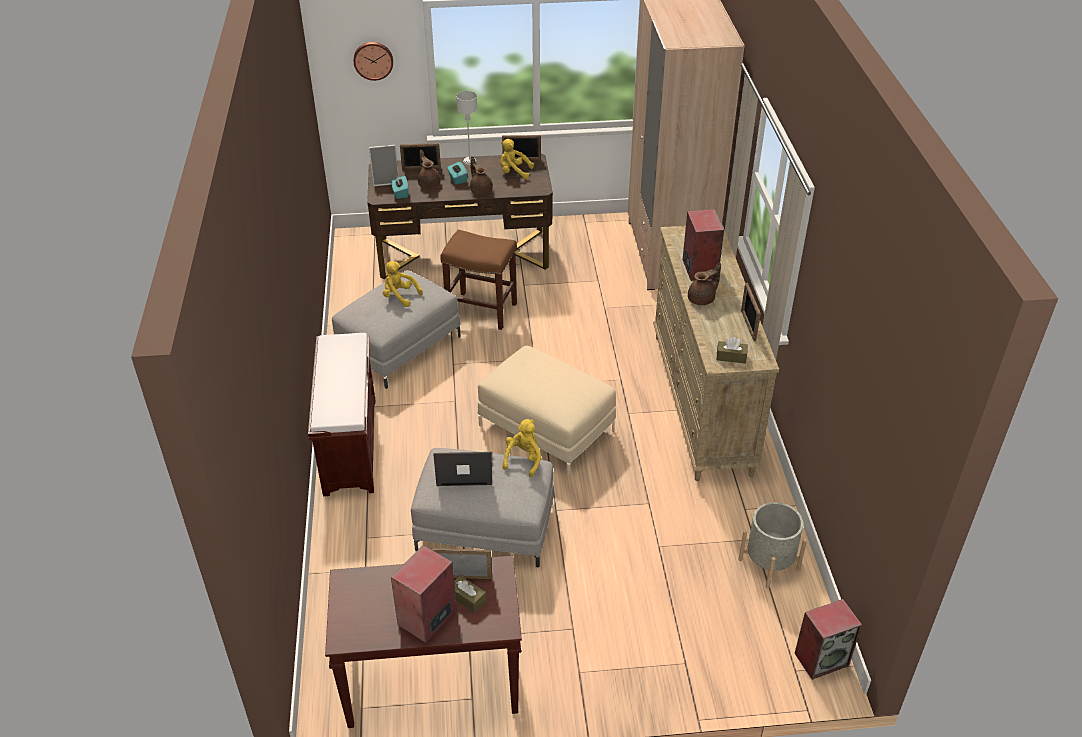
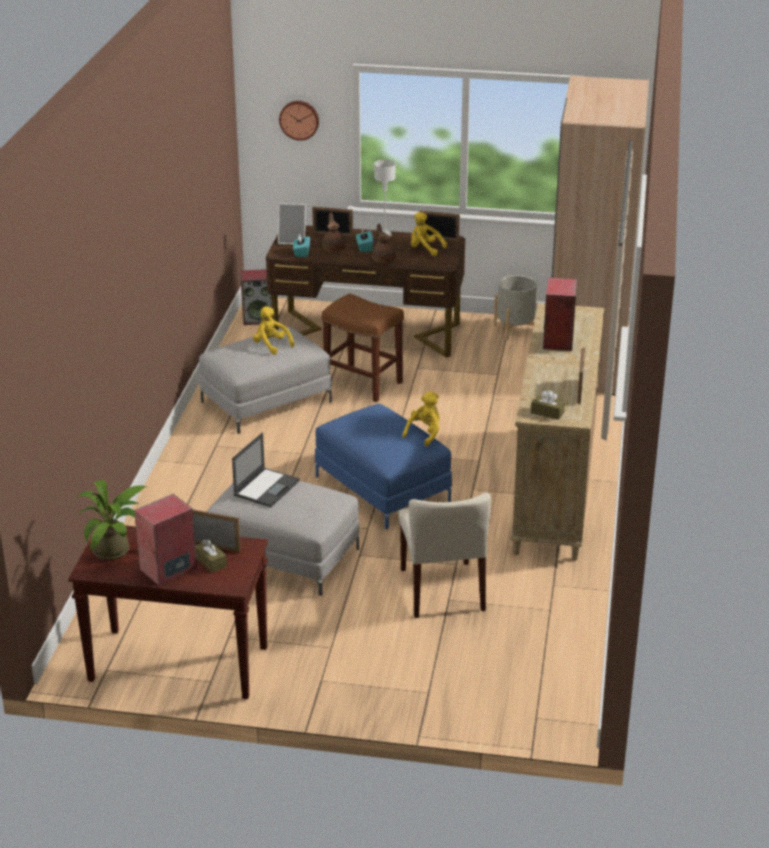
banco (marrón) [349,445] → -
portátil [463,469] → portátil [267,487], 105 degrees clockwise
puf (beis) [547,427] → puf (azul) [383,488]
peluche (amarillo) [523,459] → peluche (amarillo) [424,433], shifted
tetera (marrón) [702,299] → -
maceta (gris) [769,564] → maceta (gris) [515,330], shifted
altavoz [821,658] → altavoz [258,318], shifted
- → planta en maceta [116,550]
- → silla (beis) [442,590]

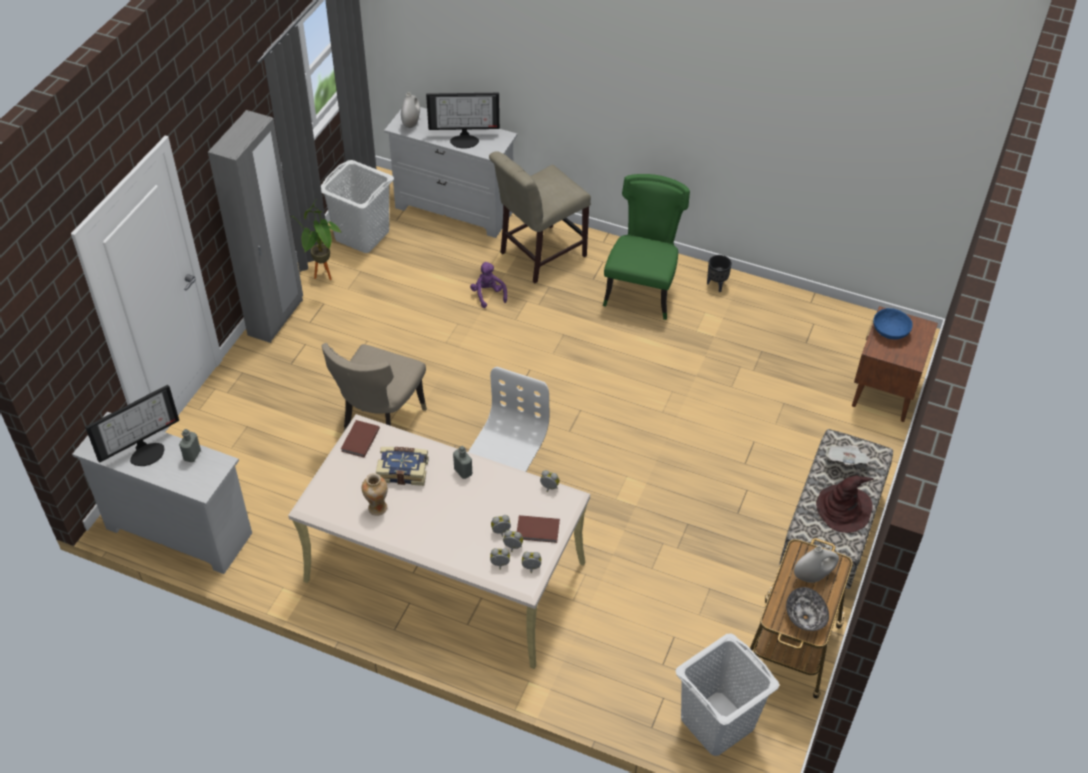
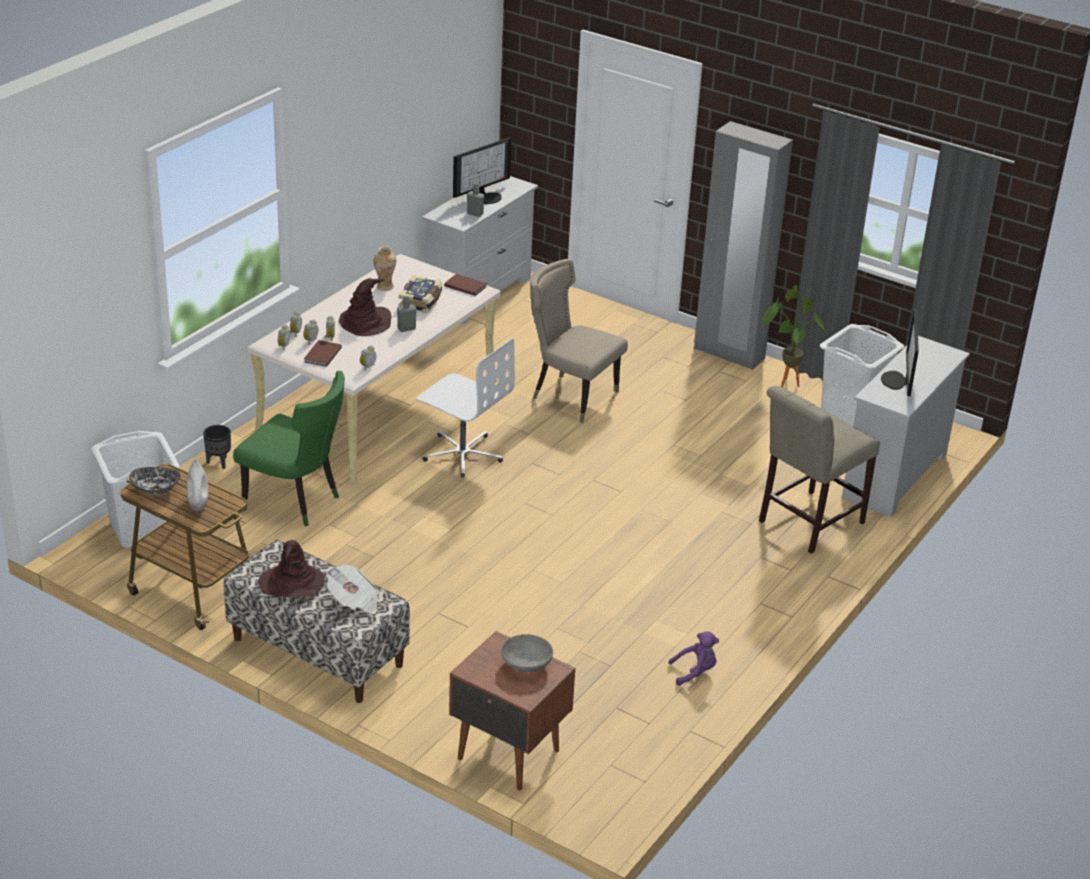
monitor [146,451] → monitor [487,197], 105 degrees counterclockwise
florero (blanco) [411,123] → -
peluche (morado) [488,295] → peluche (morado) [695,672], shifted
silla (beis) [538,255] → silla (beis) [806,523], 105 degrees counterclockwise
silla (verde) [642,291] → silla (verde) [296,502], shifted
maceta (negro) [716,285] → maceta (negro) [218,462], shifted
cuenco (azul) [890,331] → cuenco (gris) [526,664]
- → sombrero (marrón) [365,322]

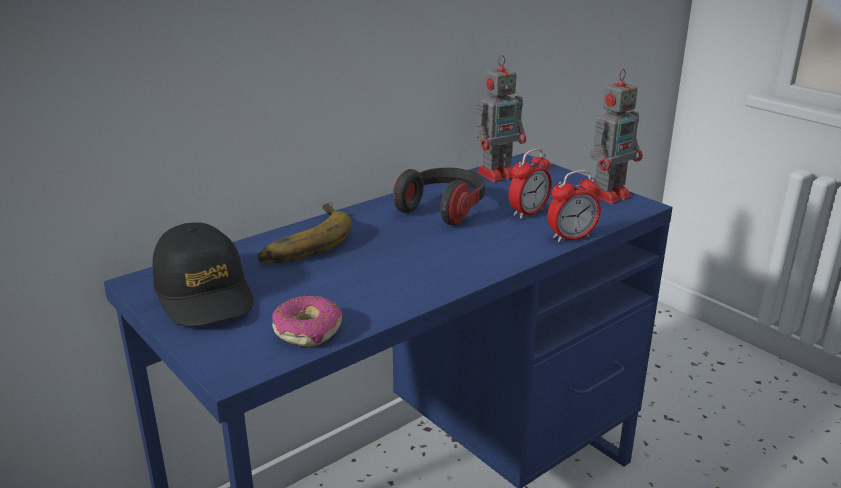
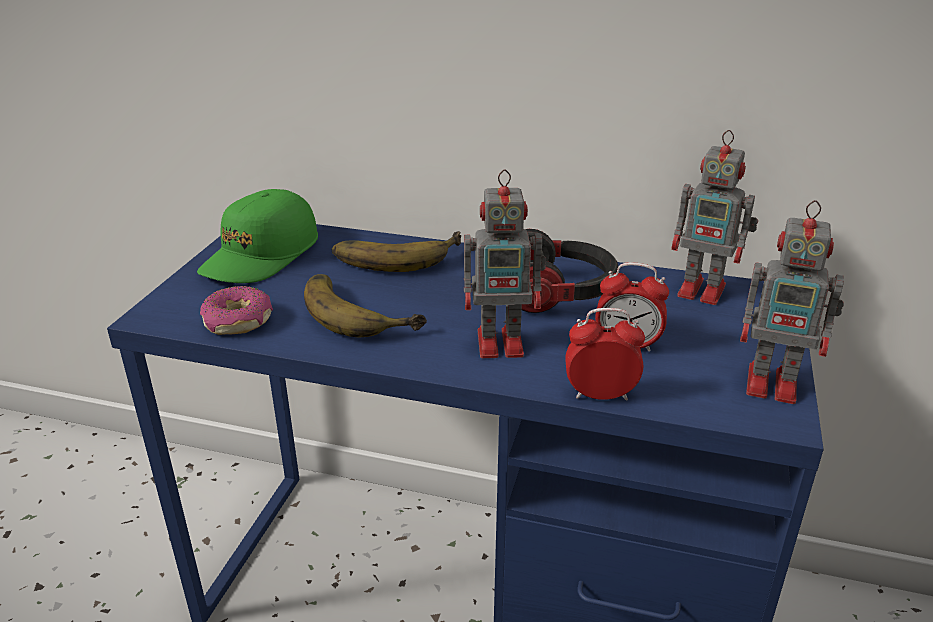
gorra (negro) [204,293] → gorra (verde) [261,255]
despertador [571,237] → despertador [600,395], 150 degrees clockwise
- → plátano [362,310]
- → robot de juguete [503,343]

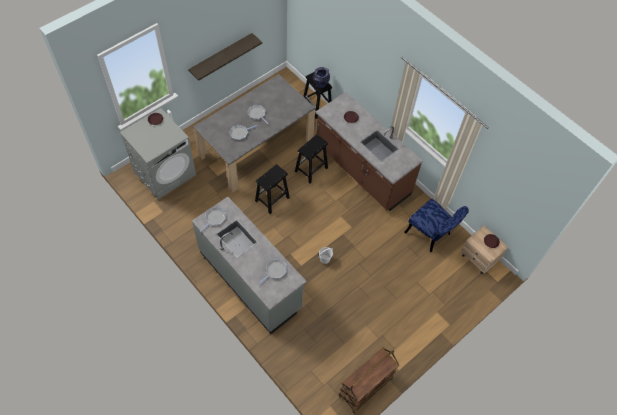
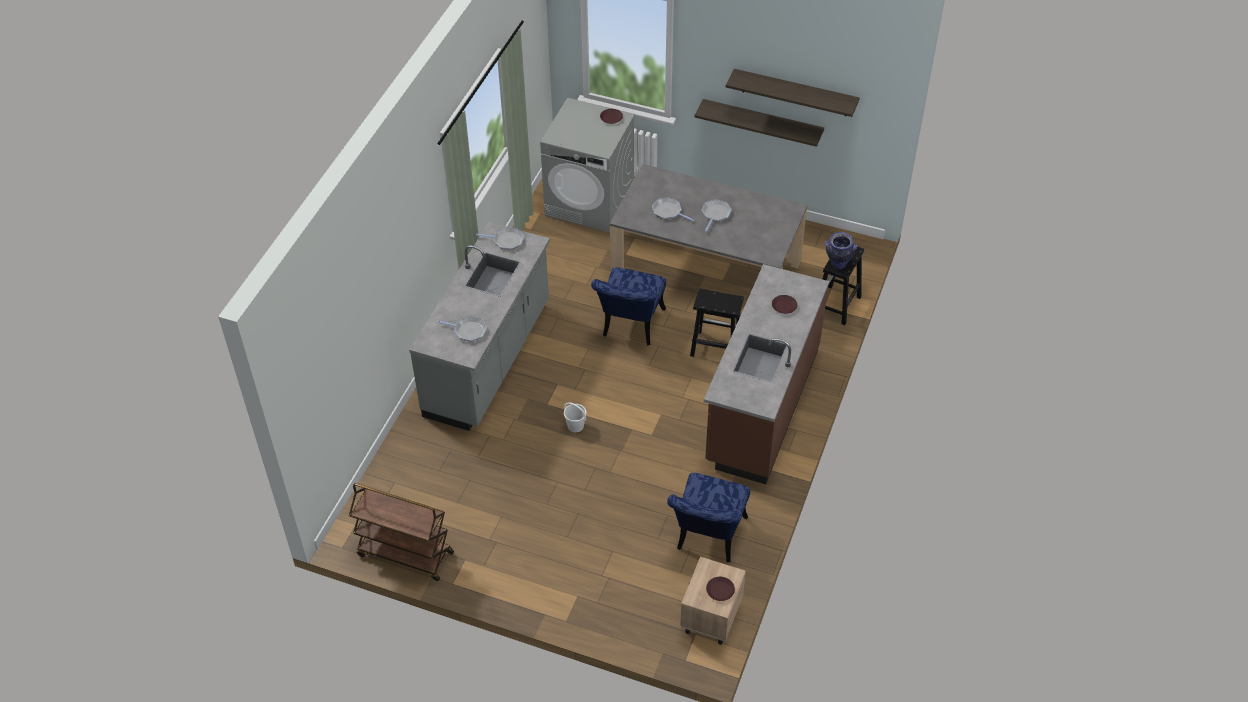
taburete (negro) [272,200] → silla (azul) [630,327]
- → estante [795,93]

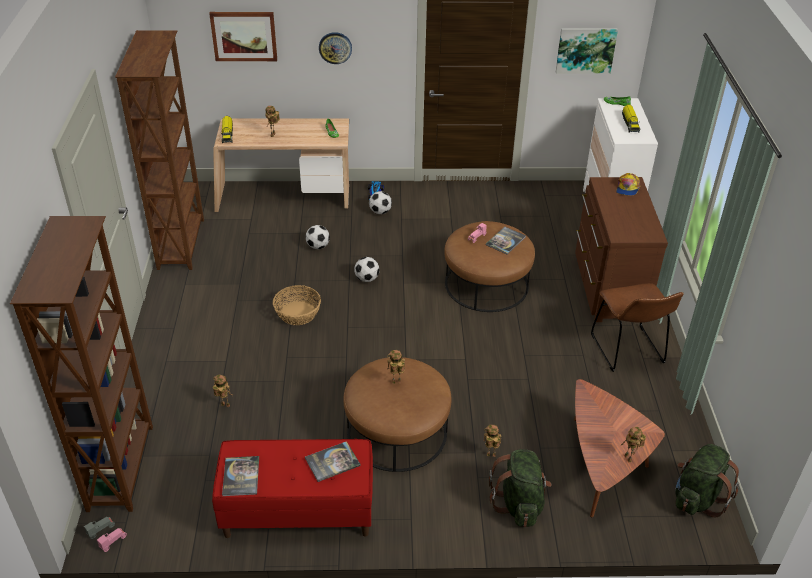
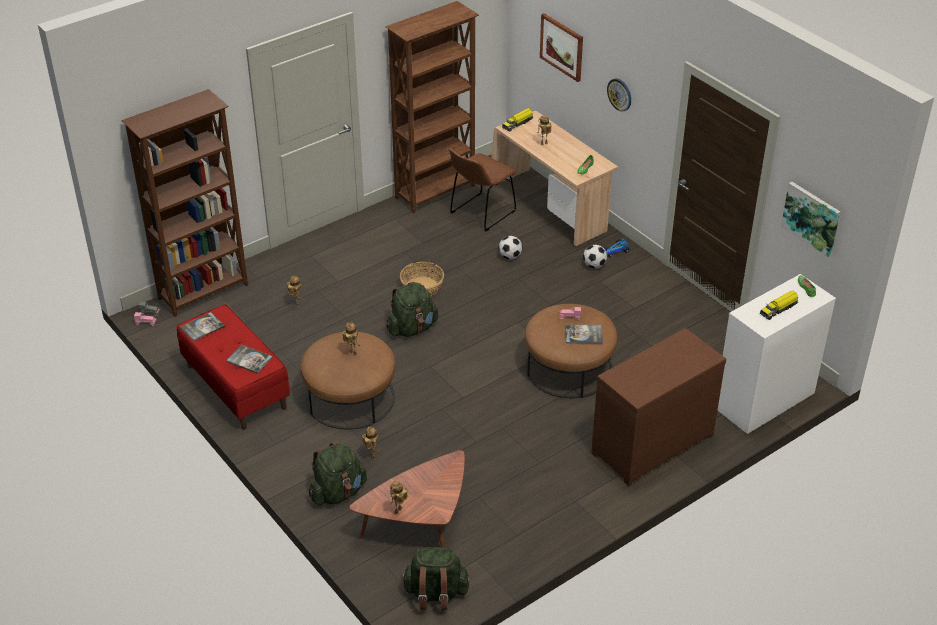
balón de fútbol [367,279] → -
silla (marrón) [628,351] → silla (marrón) [480,214], shifted
gorra [627,188] → -
- → mochila (verde) [412,328]

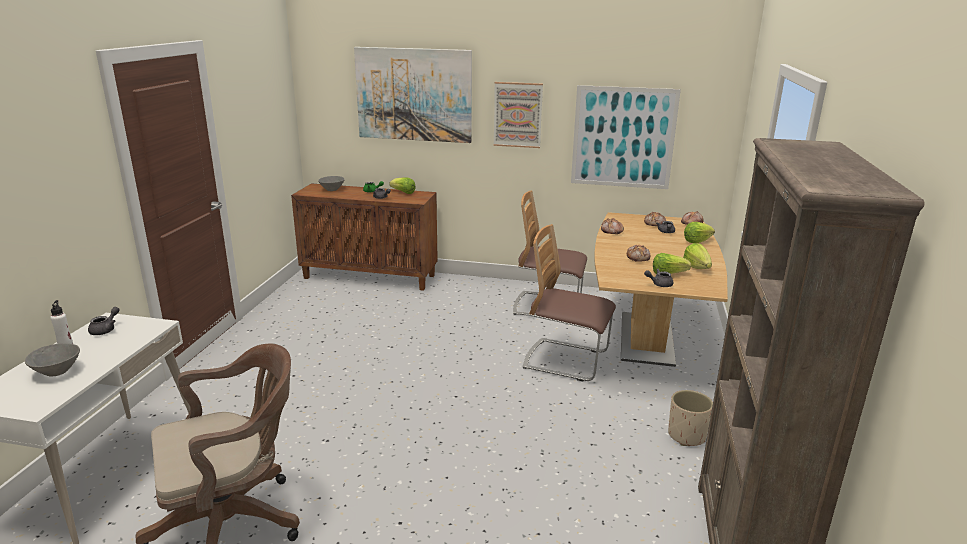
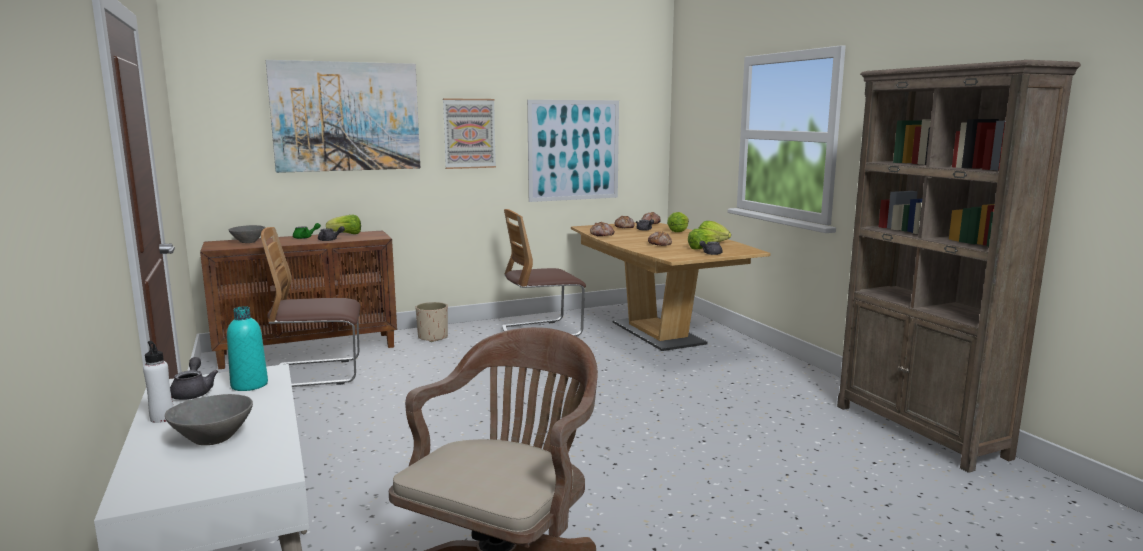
silla [566,361] → silla [317,374], shifted
maceta (beis) [687,436] → maceta (beis) [433,337], shifted
- → botella (turquesa) [249,385]

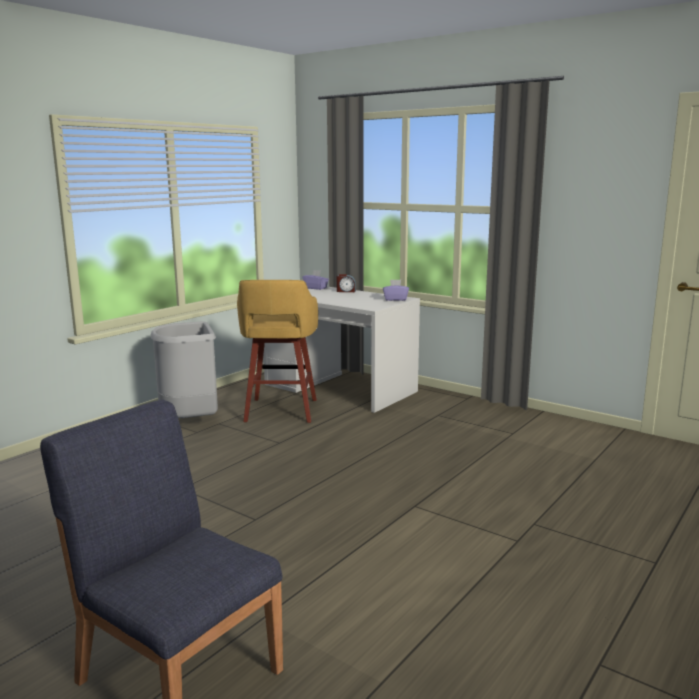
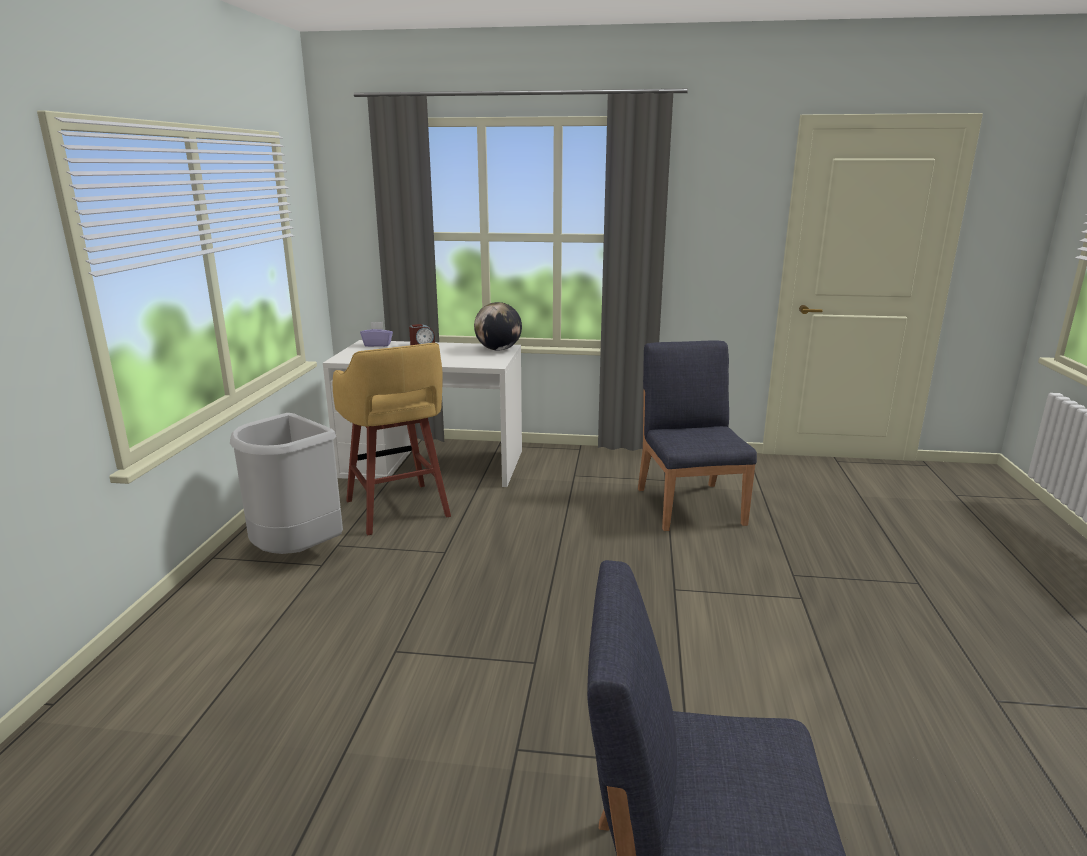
caja de pañuelos (morado) [395,299] → globo terráqueo [498,349]
- → silla (azul) [690,505]

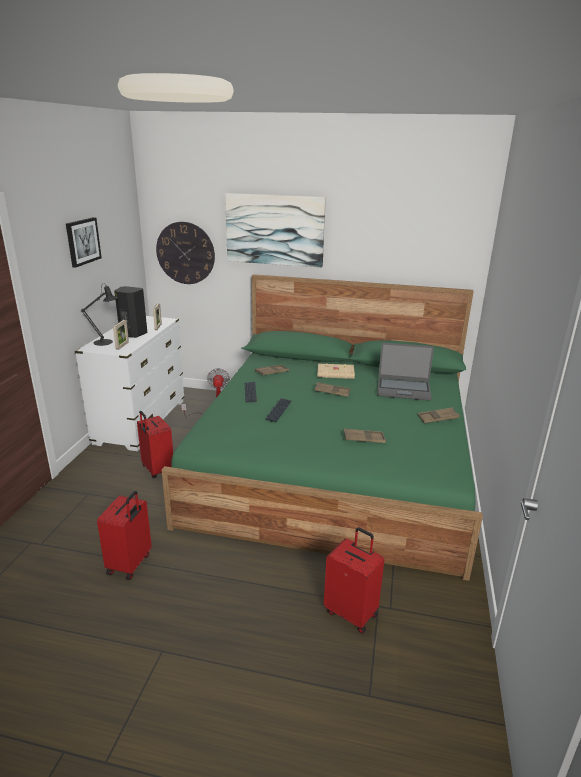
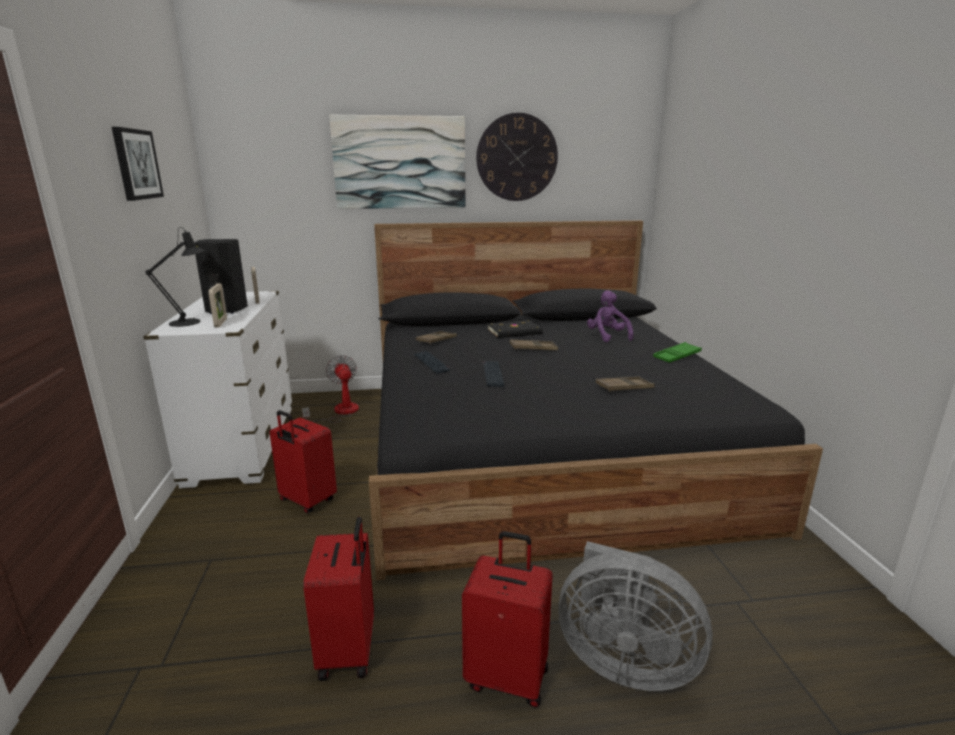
reloj de pared [185,253] → reloj de pared [517,157], shifted
cama (verde) [334,464] → cama (negro) [541,445]
libro (beis) [335,373] → libro (negro) [515,332]
maleta (rojo) [351,612] → maleta (rojo) [508,676], shifted
portátil [403,389] → peluche (morado) [607,336]
bandeja (marrón) [438,418] → bandeja (verde) [677,356]
- → ventilador (gris) [622,661]

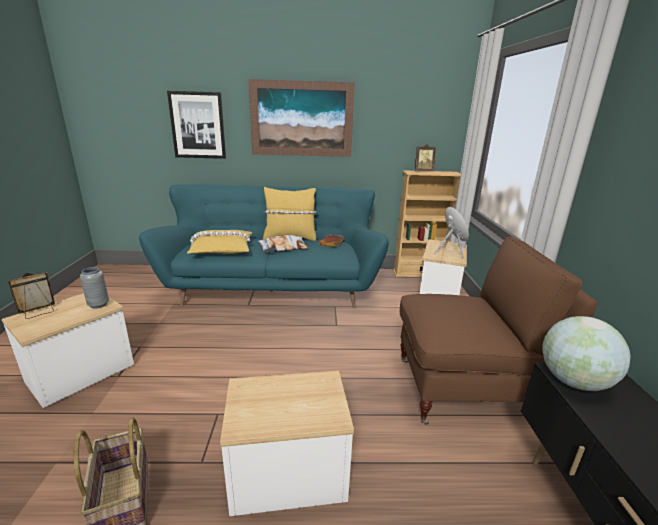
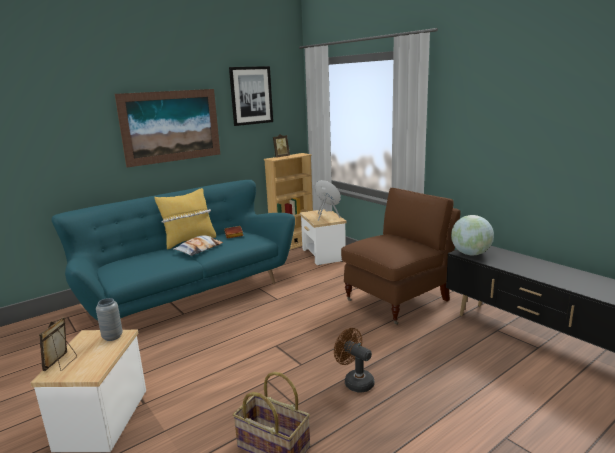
cuadro [198,125] → cuadro [251,95], shifted
cojín (amarillo) [222,249] → -
mesa auxiliar [288,474] → ventilador (marrón) [355,381]

